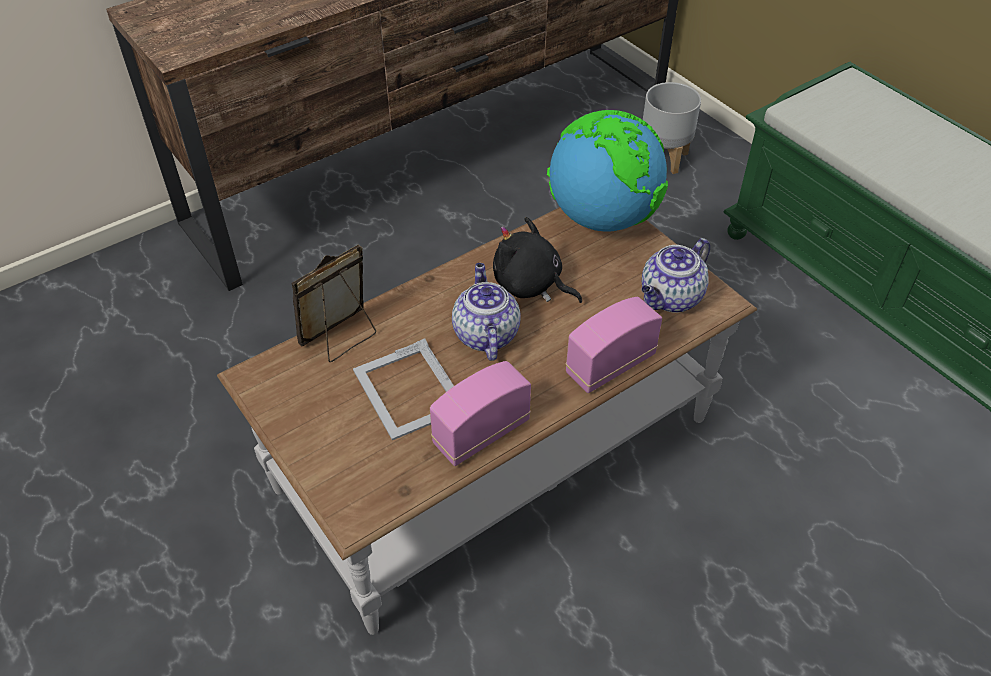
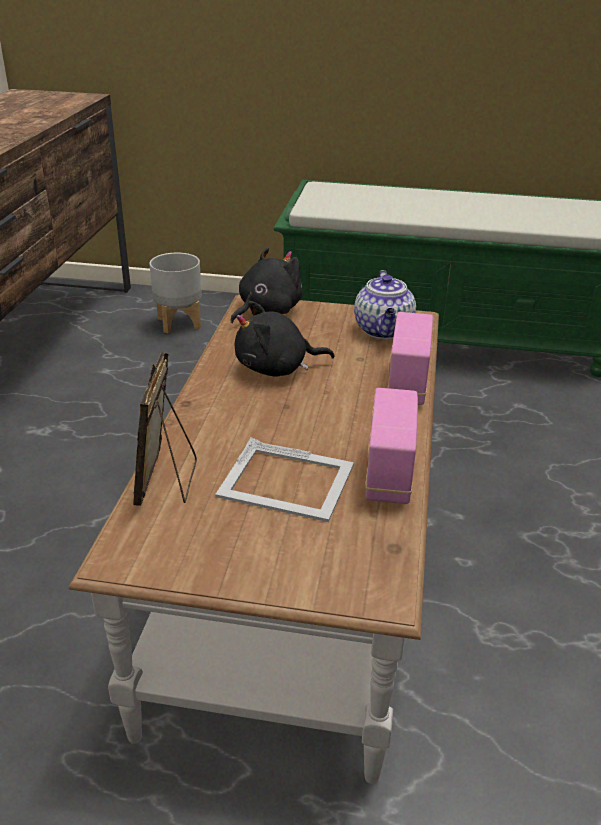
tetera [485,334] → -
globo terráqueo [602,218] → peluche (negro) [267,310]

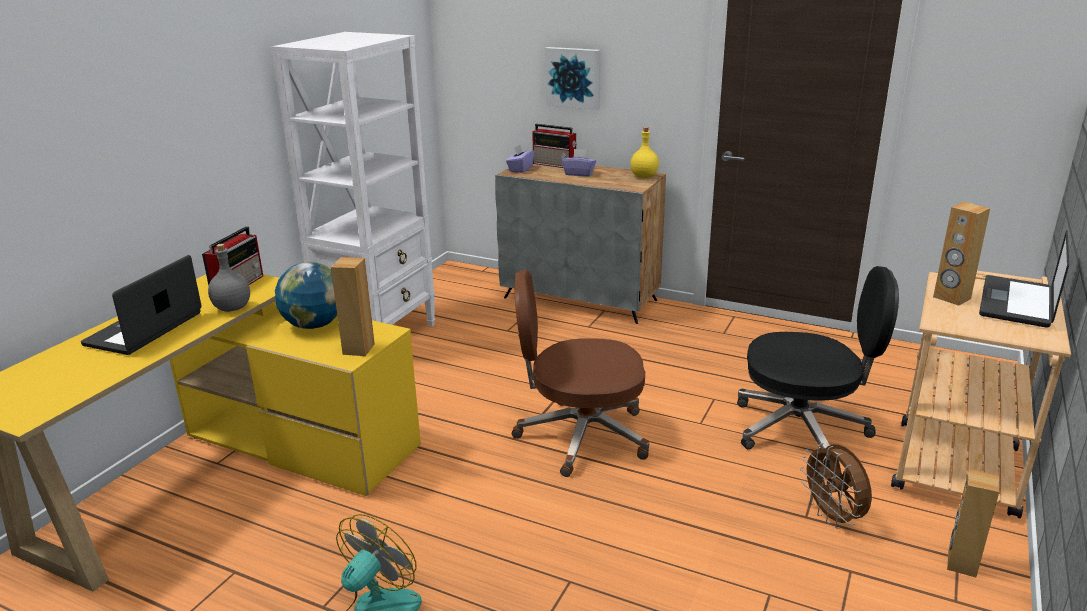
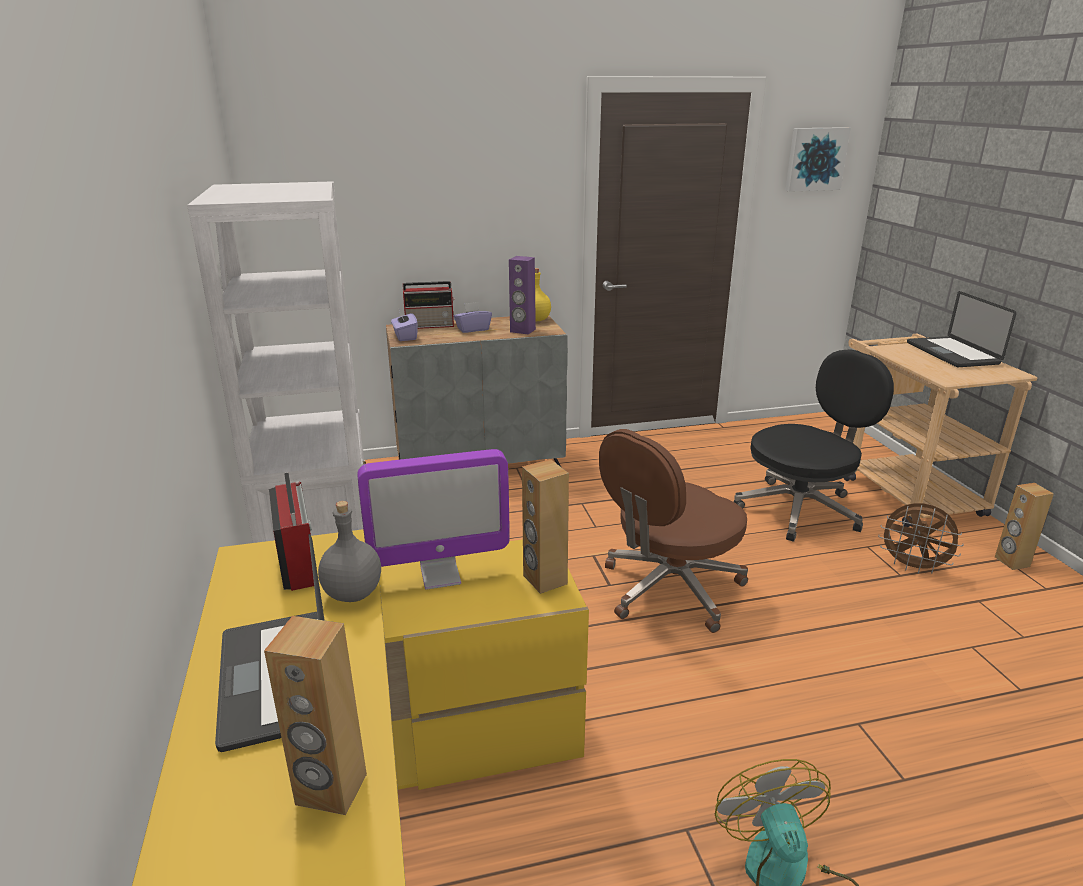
globo terráqueo [314,325] → monitor [440,575]
cuadro [574,77] → cuadro [815,159], shifted
altavoz (marrón) [951,298] → altavoz (marrón) [331,790], shifted
- → altavoz (morado) [522,331]

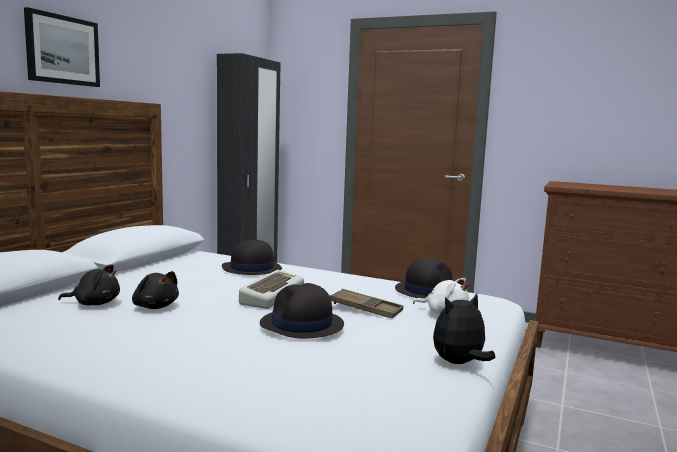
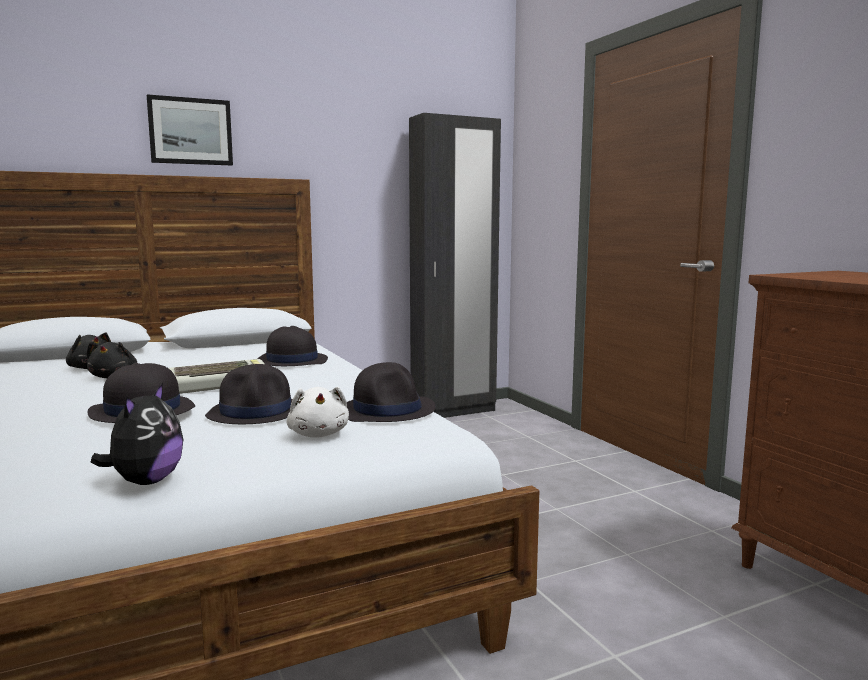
bandeja (marrón) [365,309] → sombrero (negro) [257,412]
peluche [459,363] → peluche [146,481], 90 degrees clockwise

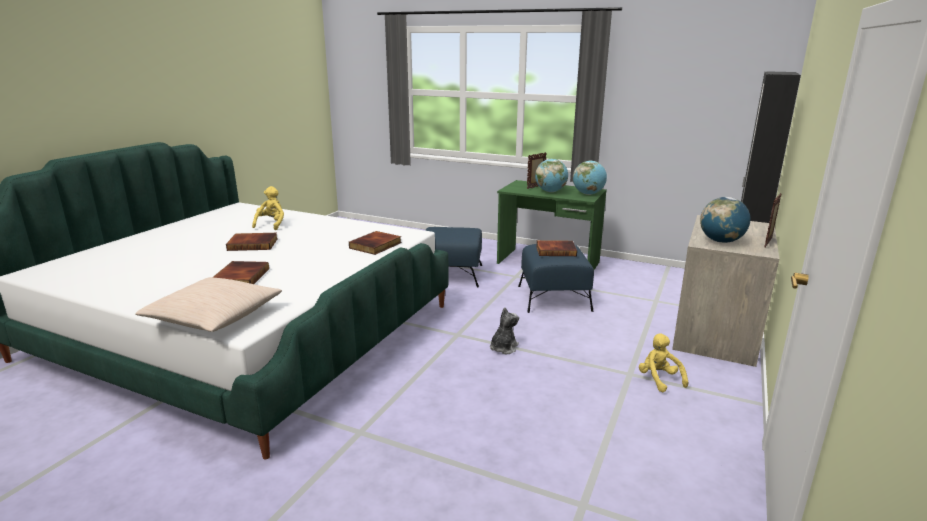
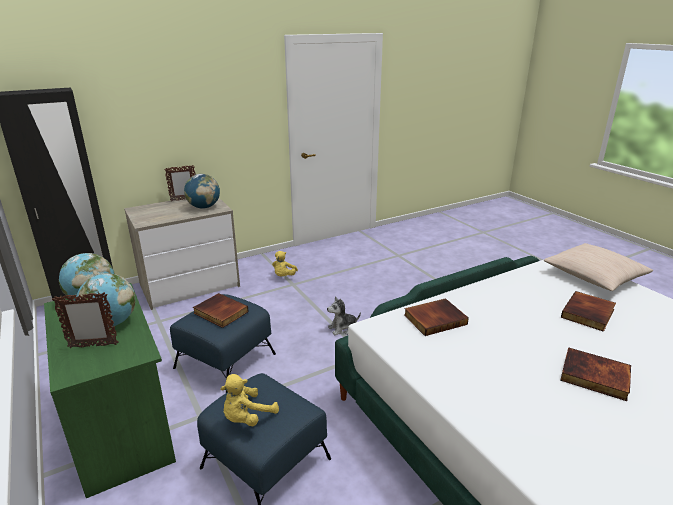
peluche (amarillo) [271,224] → peluche (amarillo) [247,417], shifted

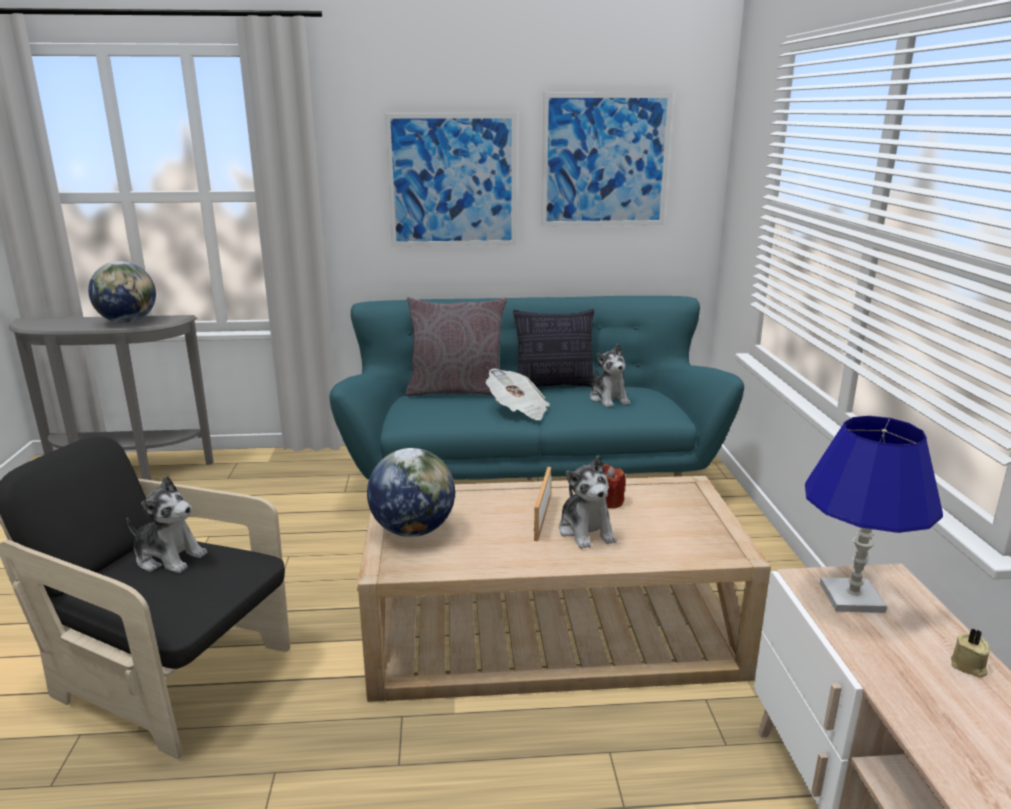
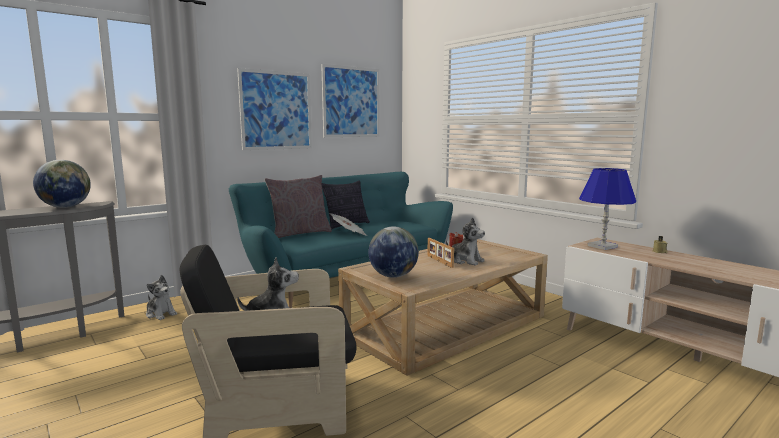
peluche [609,399] → peluche [161,314], shifted

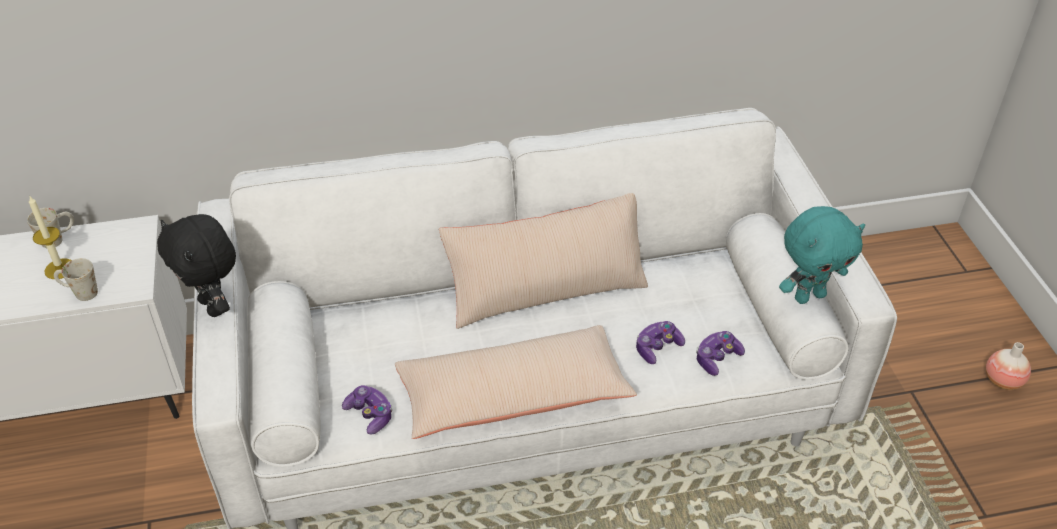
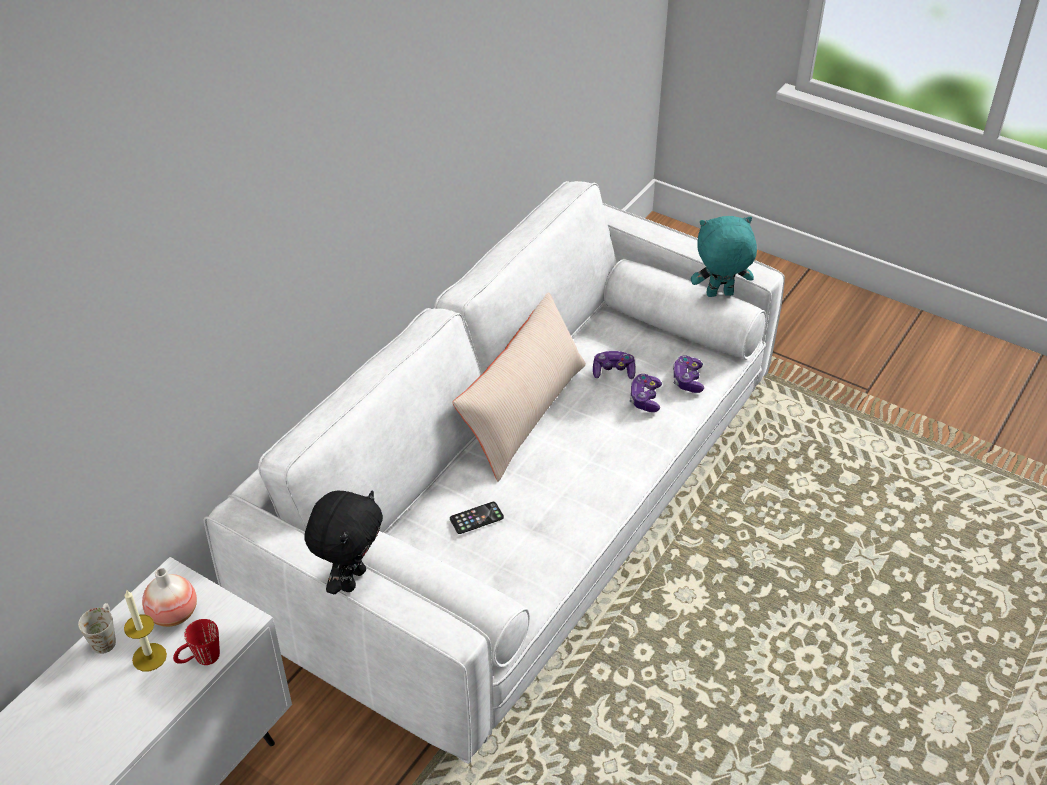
taza grande (blanco) [79,293] → taza grande (rojo) [200,659]
peluche (negro) [213,306] → peluche (negro) [351,578], 75 degrees counterclockwise
mando de consola [370,415] → mando de consola [613,371], shifted
cojín (beis) [513,396] → -
peluche (turquesa) [809,296] → peluche (turquesa) [719,295], 120 degrees counterclockwise
florero [1002,381] → florero [173,614], shifted
- → móvil [476,518]

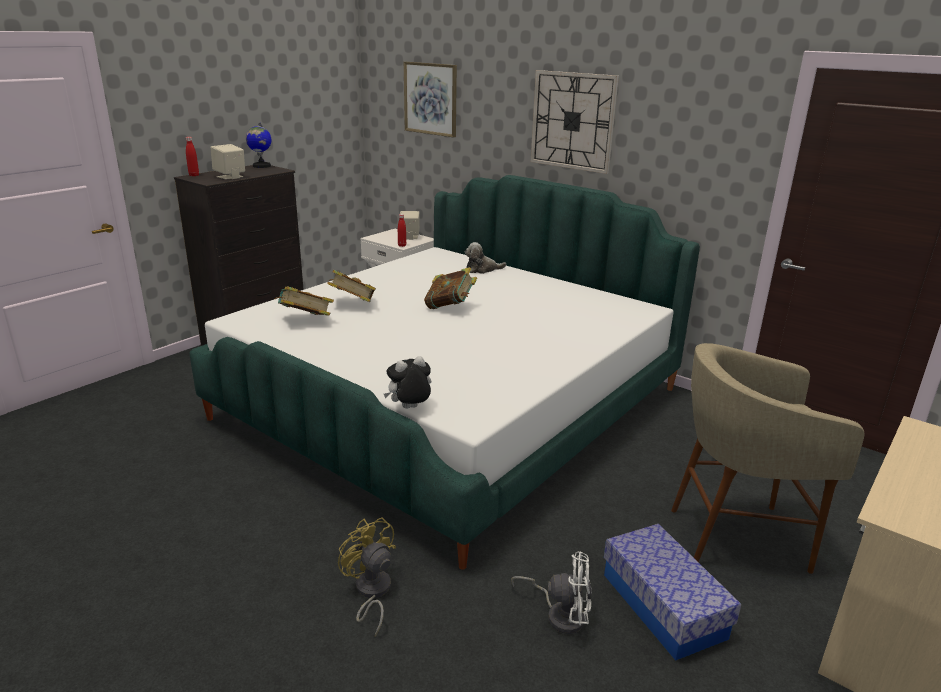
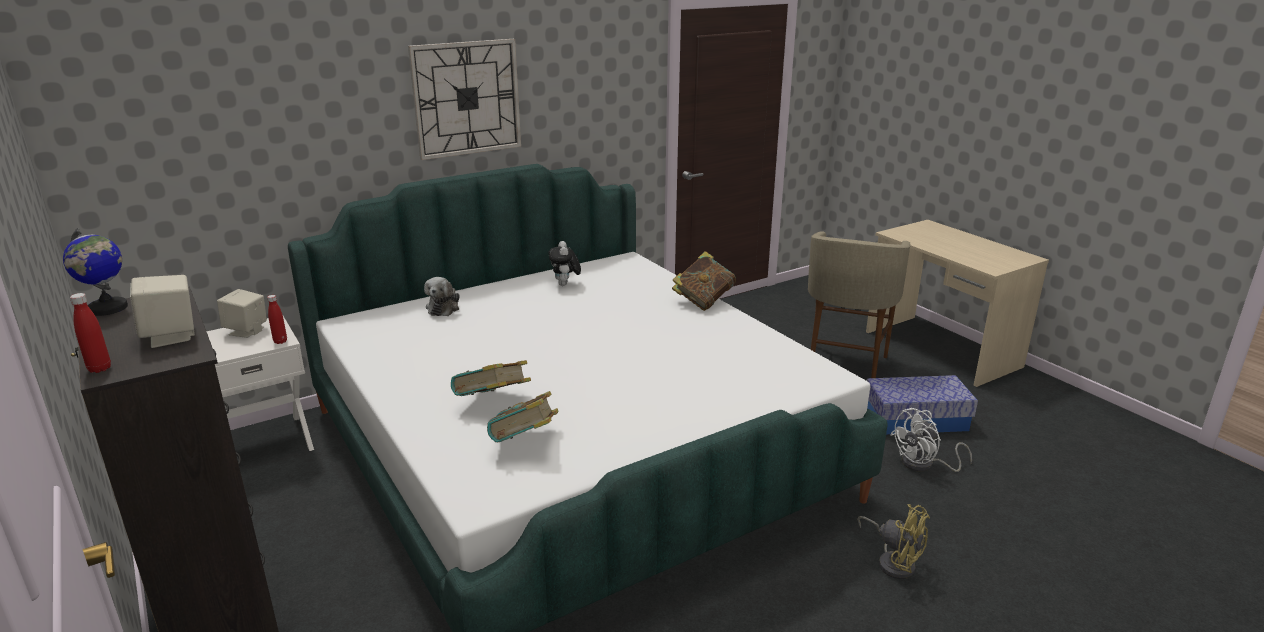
ventilador (amarillo) [371,592] → ventilador (amarillo) [893,561], 120 degrees counterclockwise
peluche [409,409] → peluche [565,285], shifted
cuadro [430,99] → -
libro [450,307] → libro [703,301], shifted
ventilador (blanco) [560,614] → ventilador (blanco) [924,465], 150 degrees counterclockwise

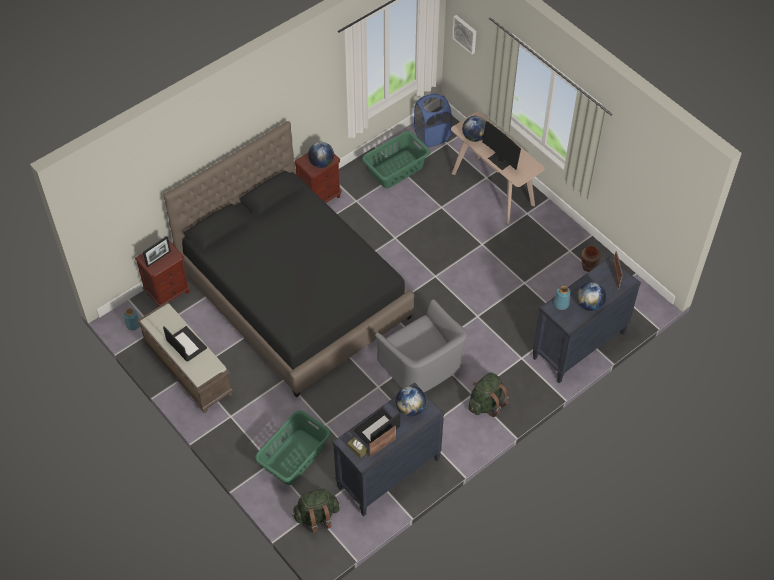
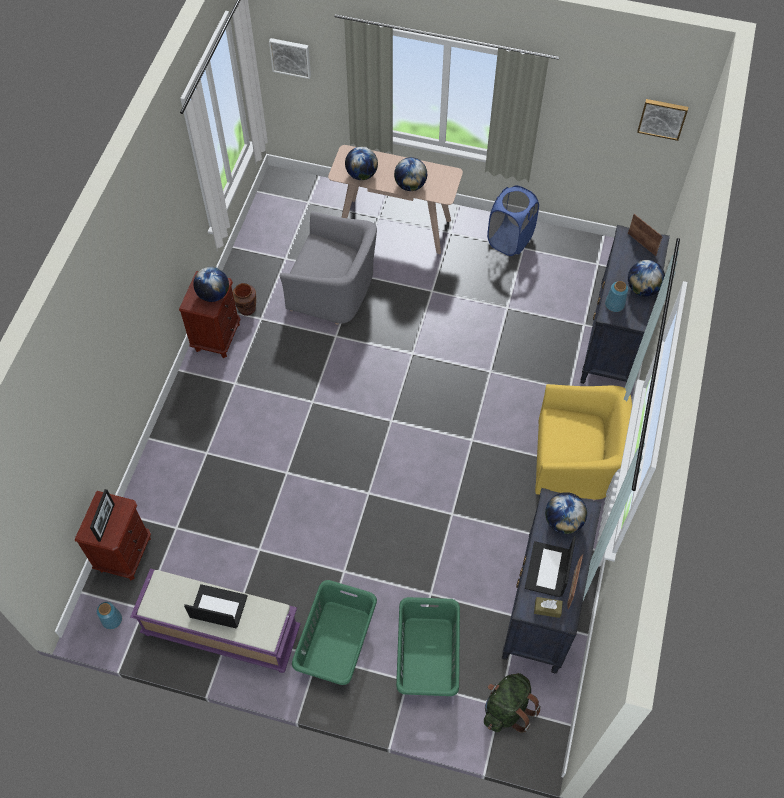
banco (marrón) [187,368] → banco (morado) [220,632]
cama (negro) [295,294] → -
cesto de la ropa (verde) [395,169] → cesto de la ropa (verde) [335,642], shifted
sillón (gris) [422,366] → sillón (gris) [333,290], shifted
cesto de la ropa (azul) [432,136] → cesto de la ropa (azul) [510,240], shifted
mochila (verde) [486,403] → sillón (amarillo) [575,461]
monitor [500,160] → globo terráqueo [410,185]
florero (marrón) [588,266] → florero (marrón) [247,309], shifted
- → cuadro [662,118]

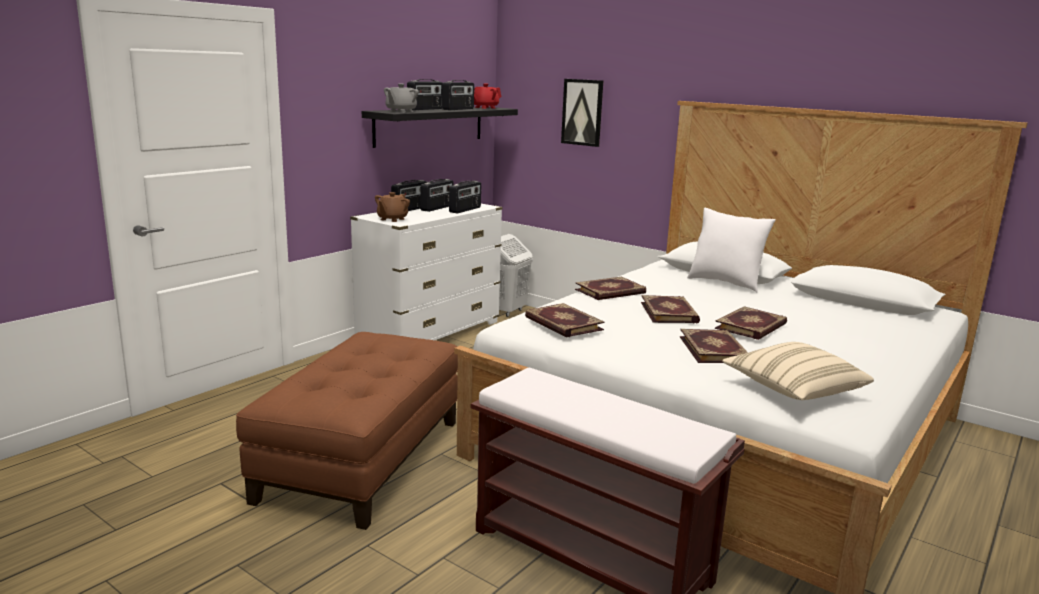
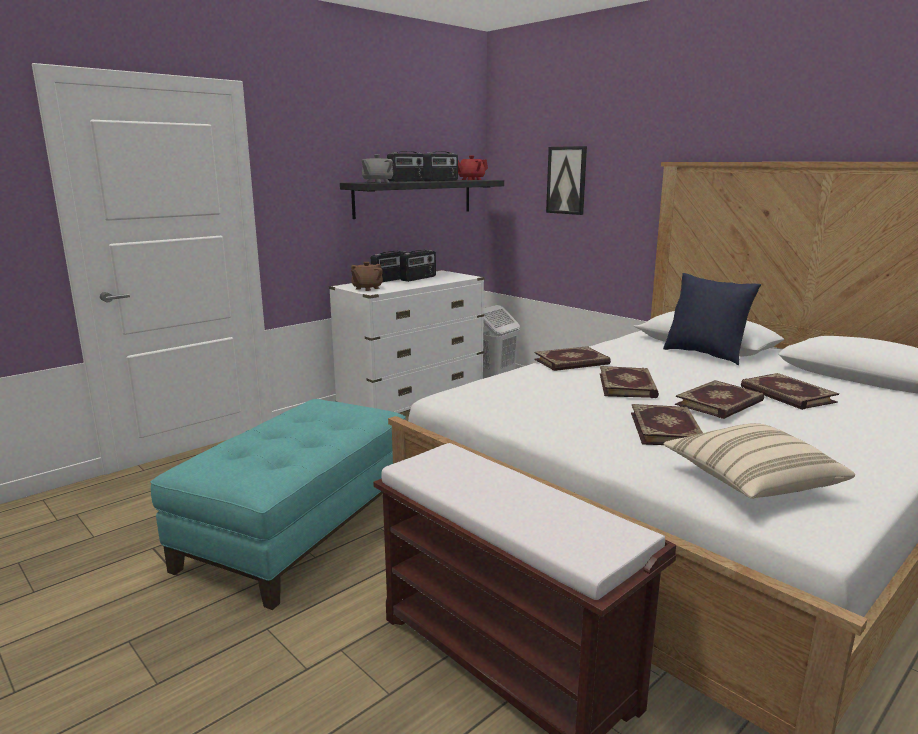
puf (marrón) [361,458] → puf (turquesa) [298,529]
radio [465,210] → -
libro [562,324] → libro [786,395], shifted
cojín (blanco) [725,283] → cojín (azul) [705,355]

